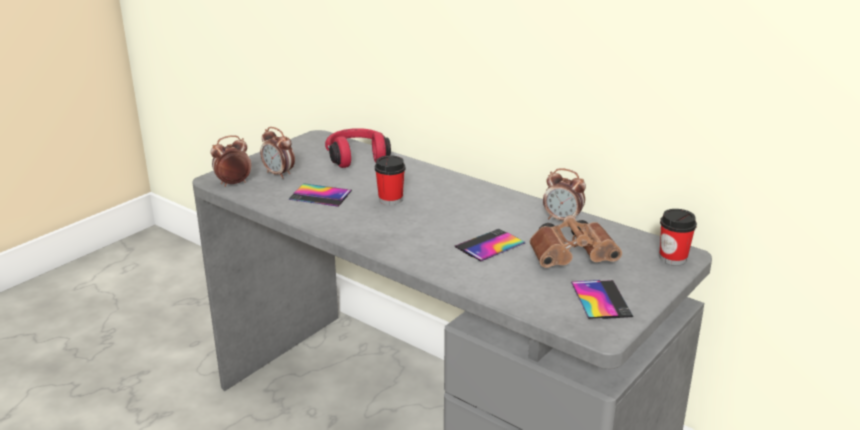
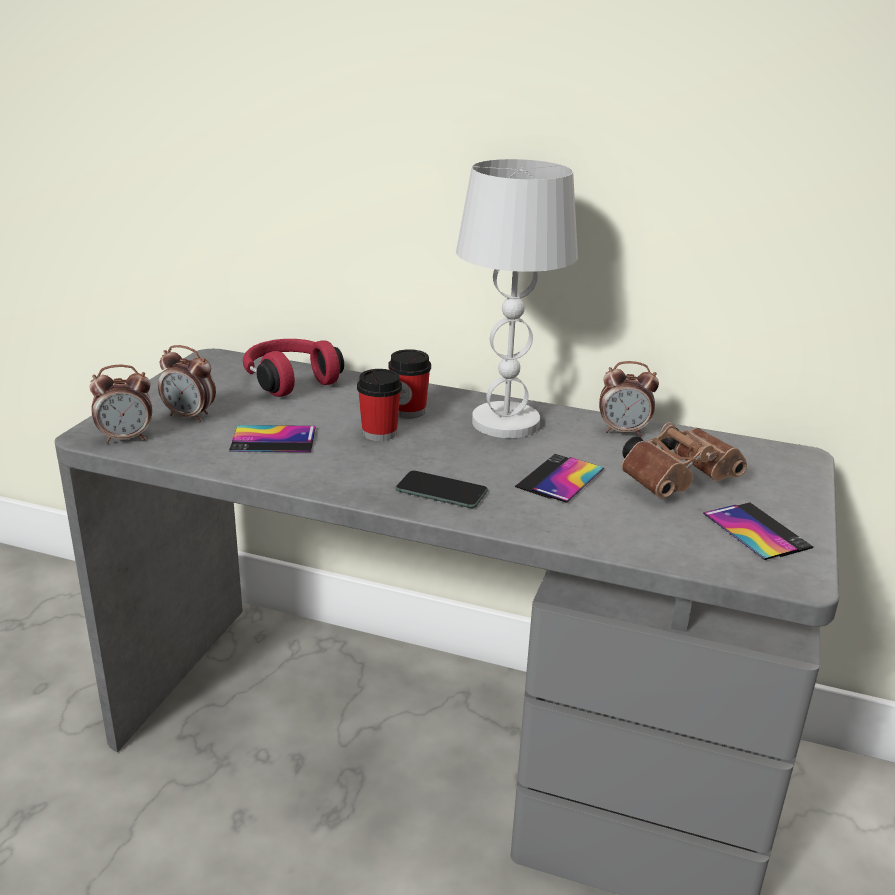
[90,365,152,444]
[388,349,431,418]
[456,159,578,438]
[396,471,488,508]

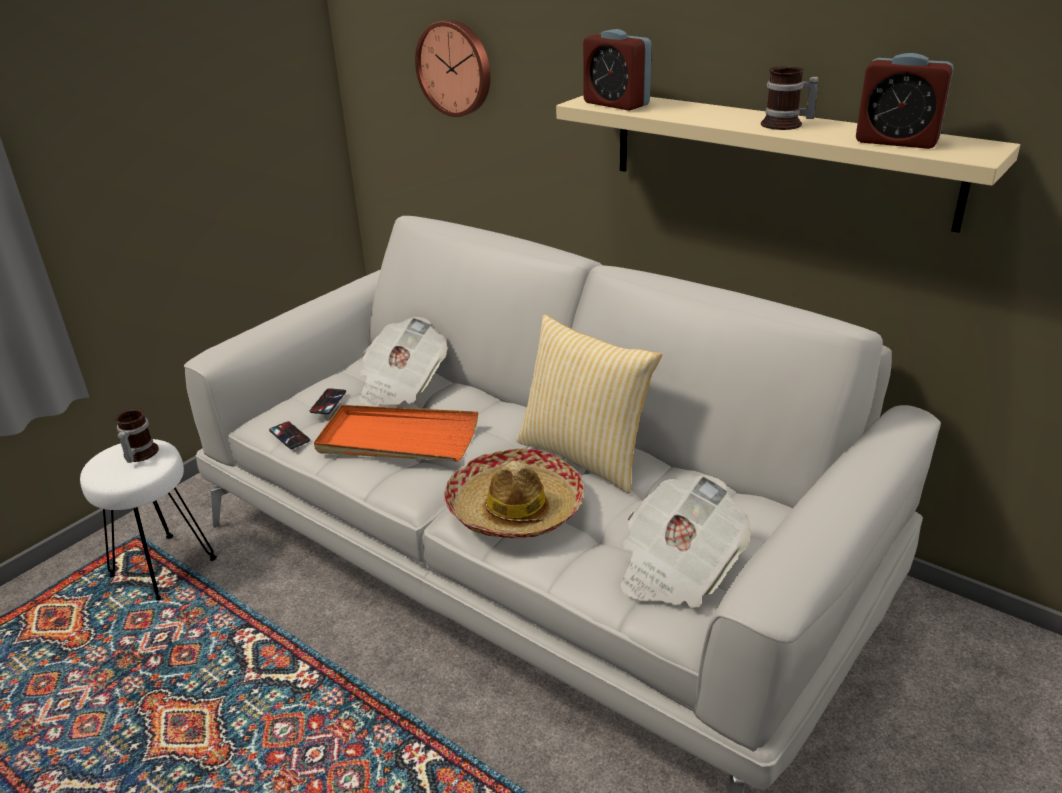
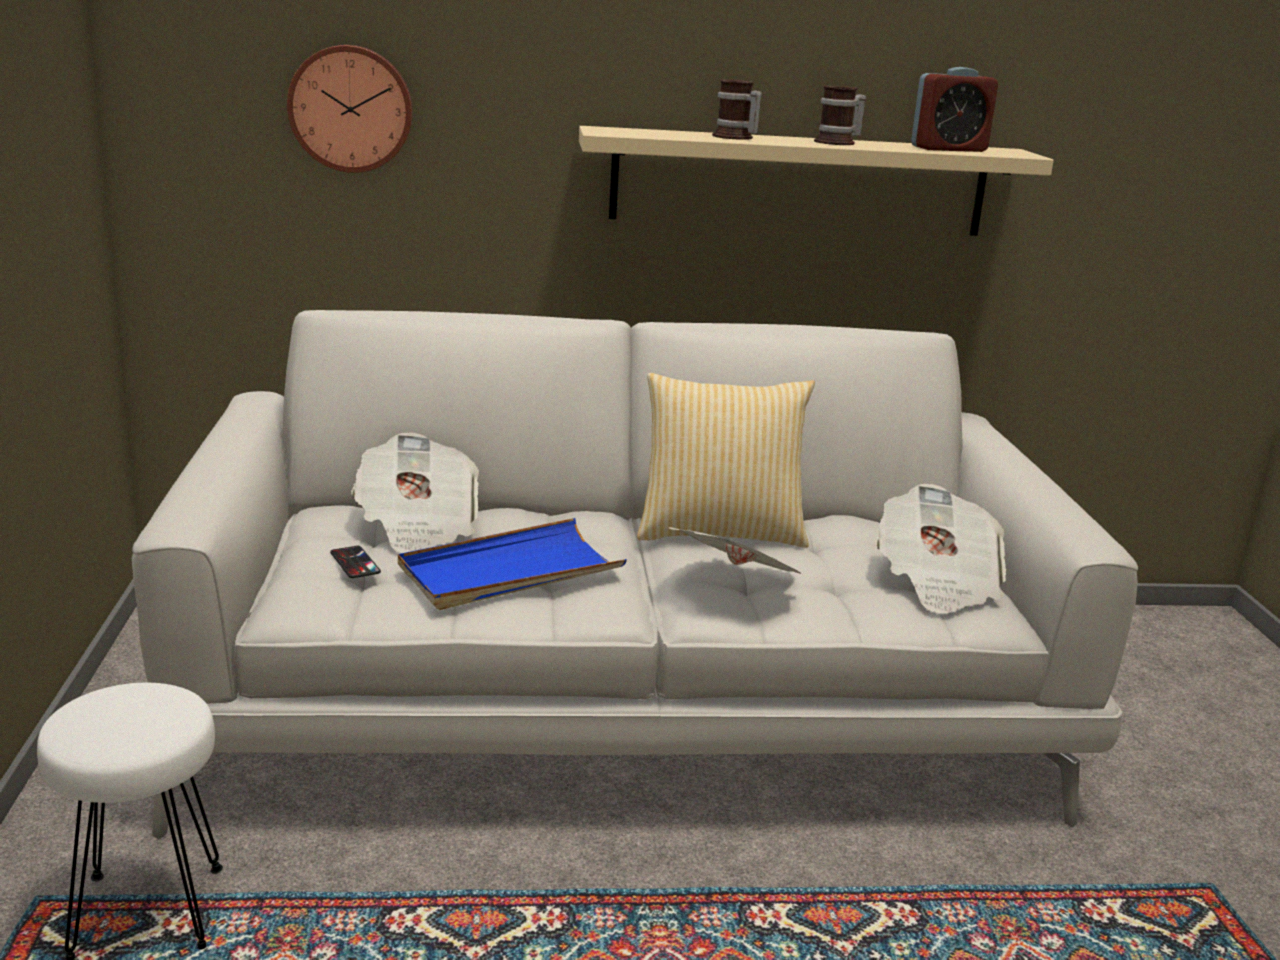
[583,29,652,111] (first image)
[398,518,627,610]
[712,79,762,140]
[269,421,310,449] (first image)
[669,527,802,575]

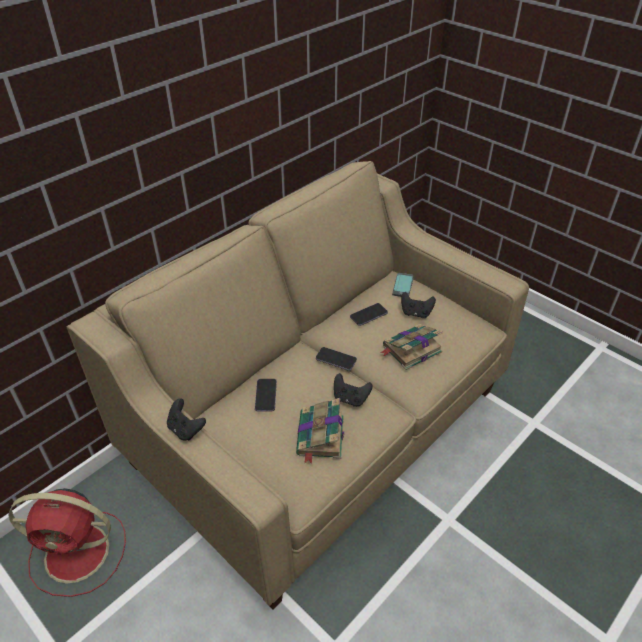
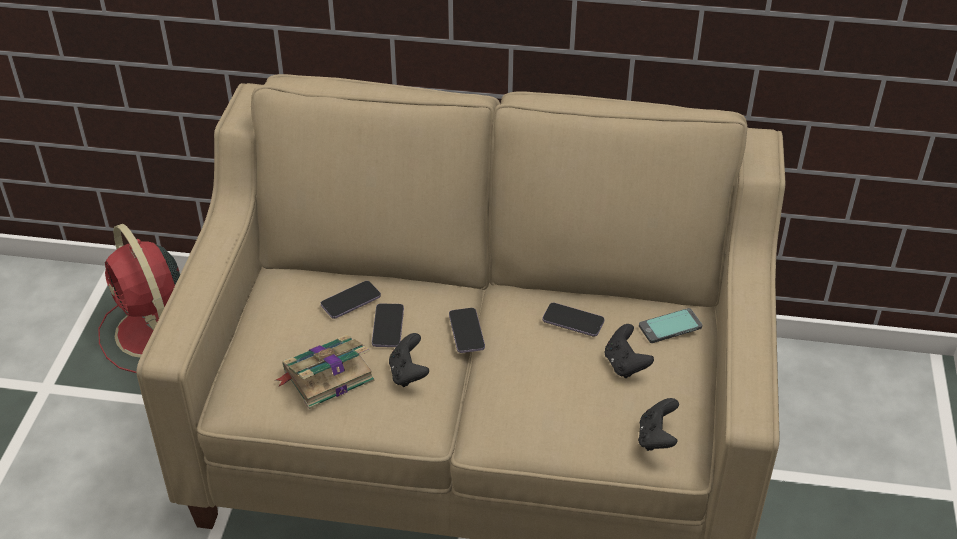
[380,324,443,370] (first image)
[638,398,679,451]
[372,304,404,347]

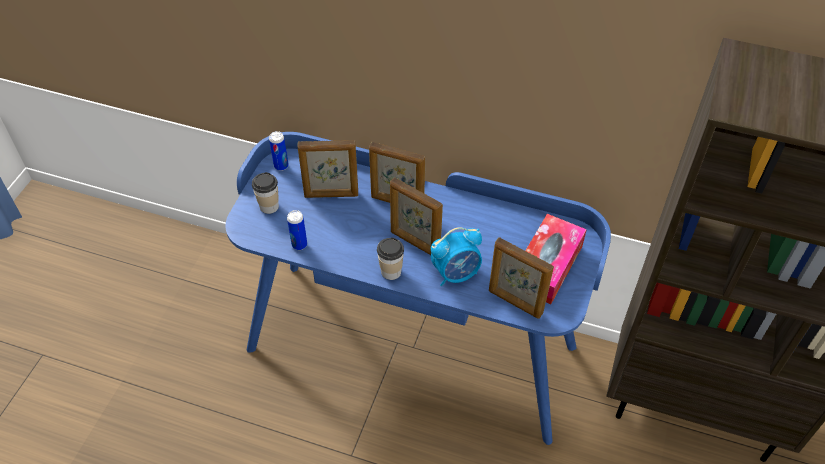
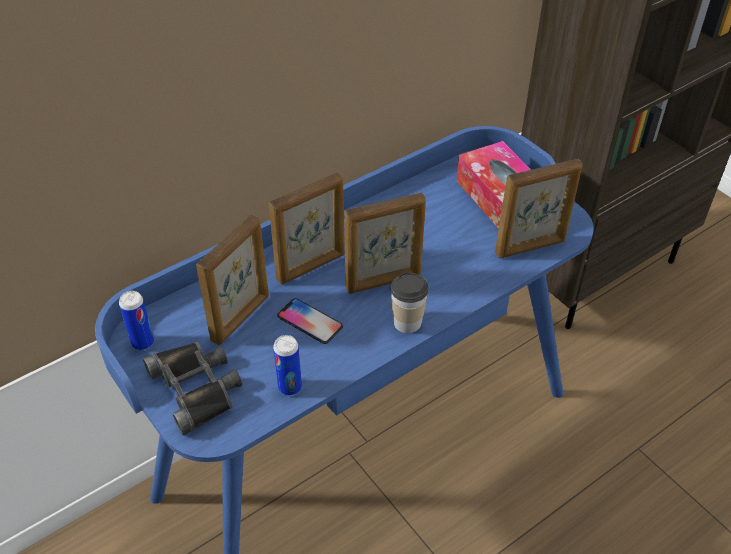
[143,342,242,435]
[431,227,482,286] (first image)
[277,298,343,344]

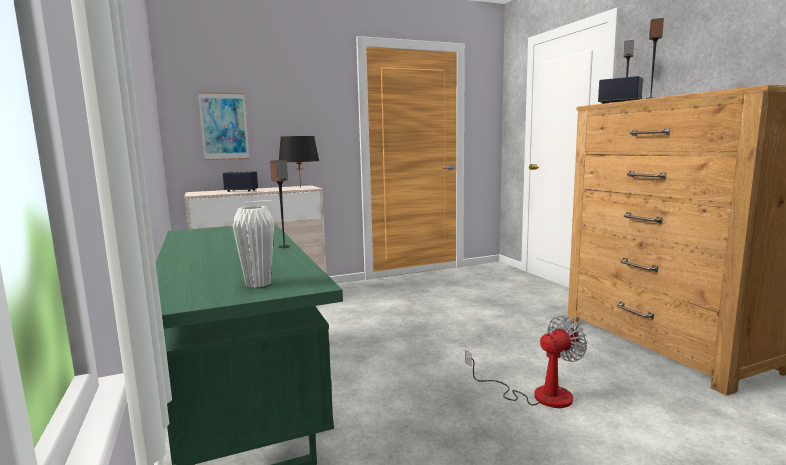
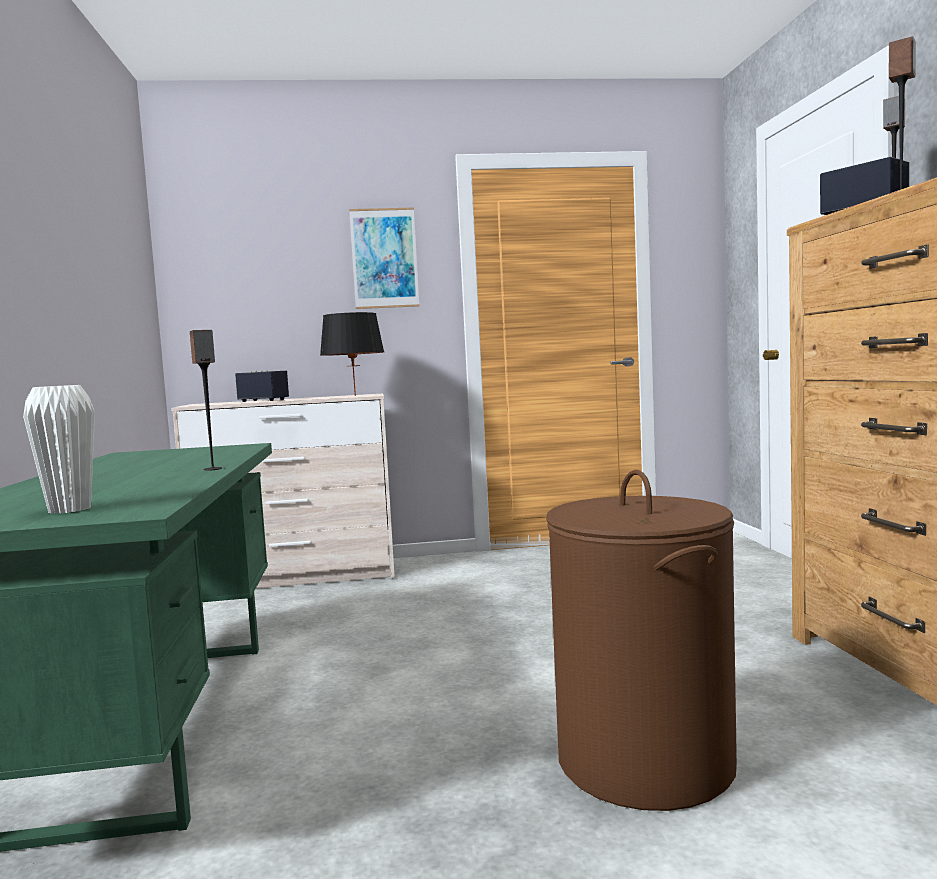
[349,207,420,309]
[546,470,737,811]

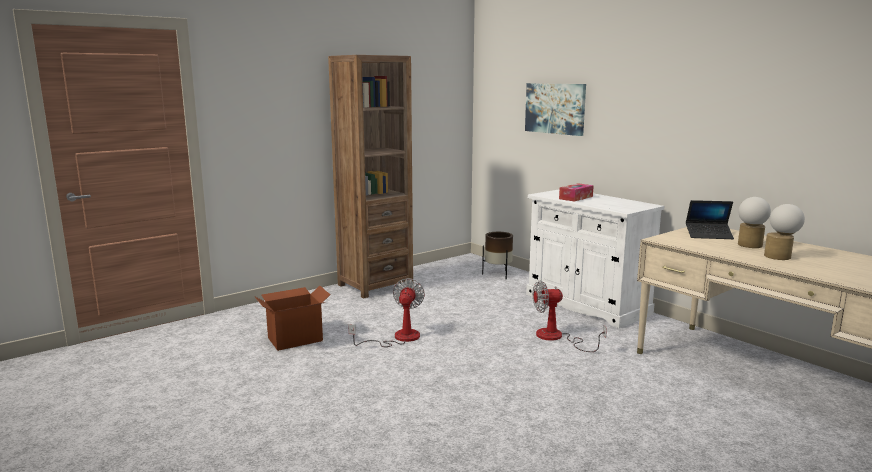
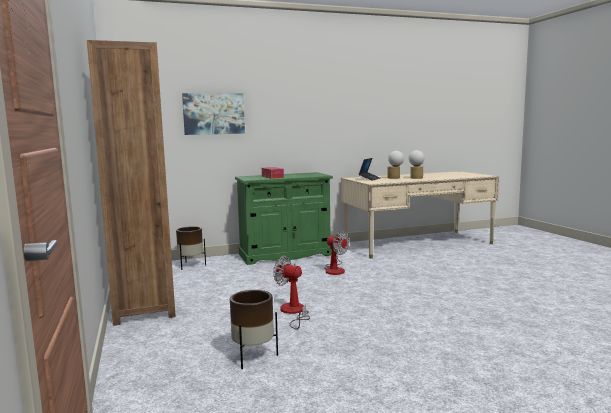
[235,172,333,265]
[324,231,350,275]
[230,290,278,369]

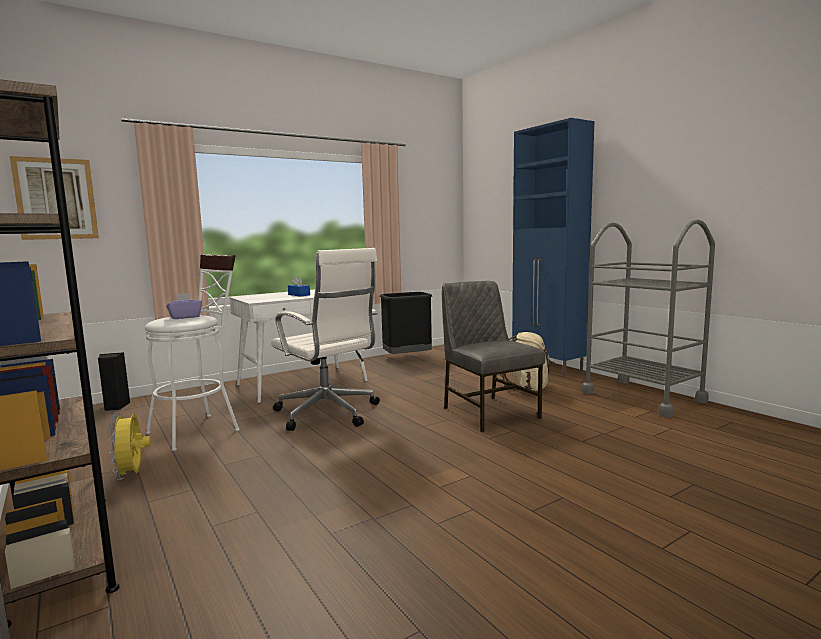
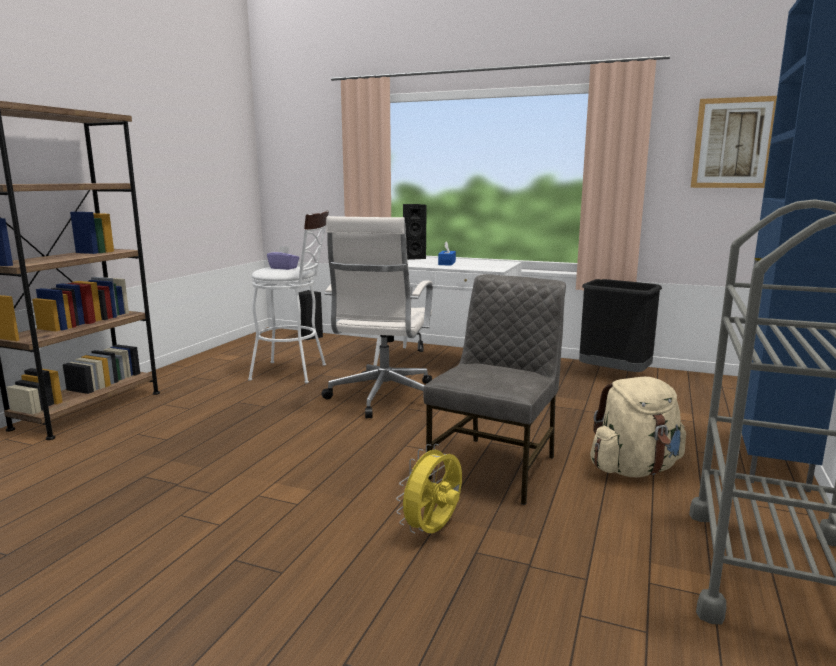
[691,96,777,188]
[396,444,462,533]
[403,204,427,260]

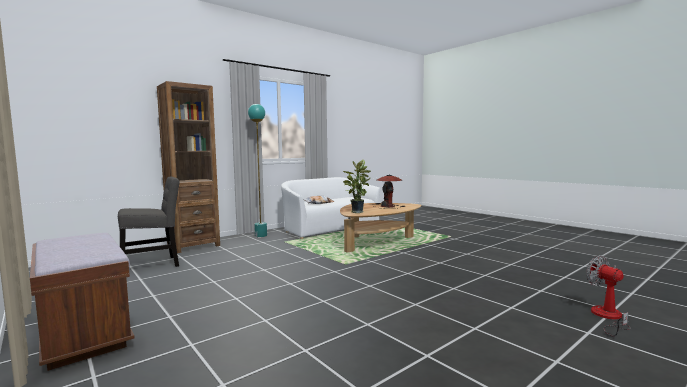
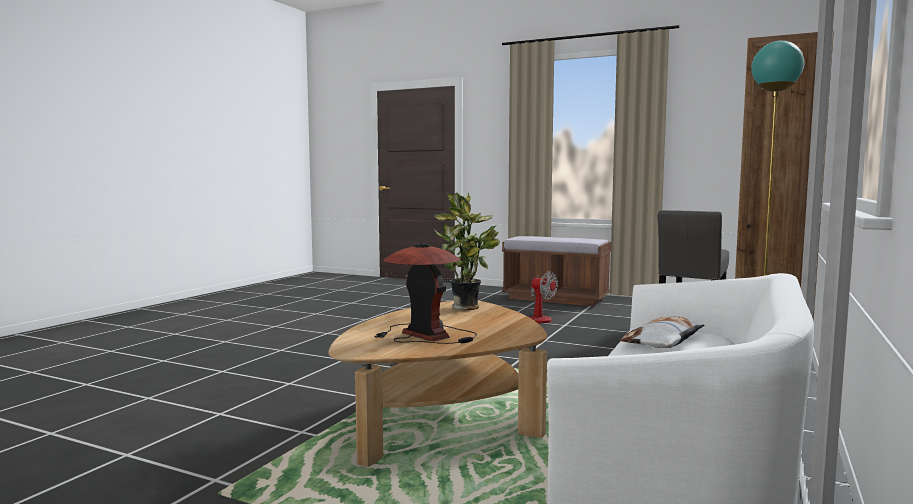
[525,271,558,323]

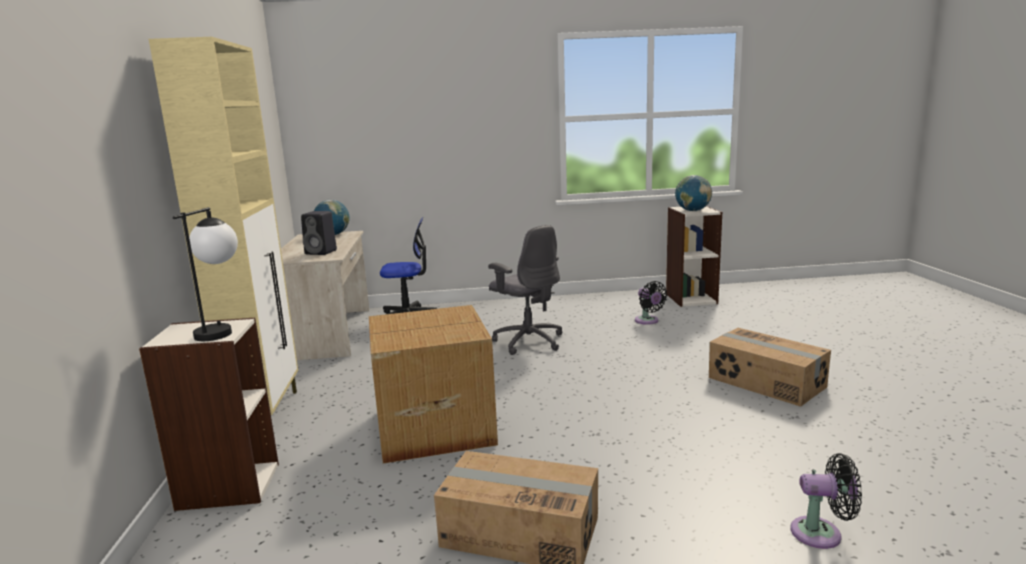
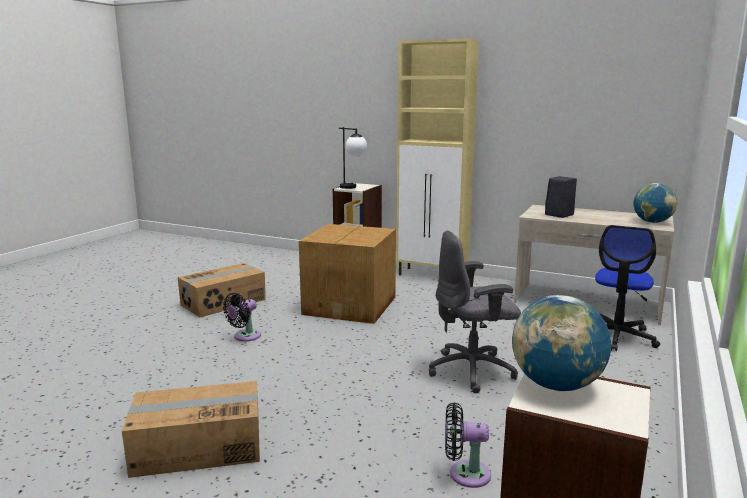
[223,293,261,342]

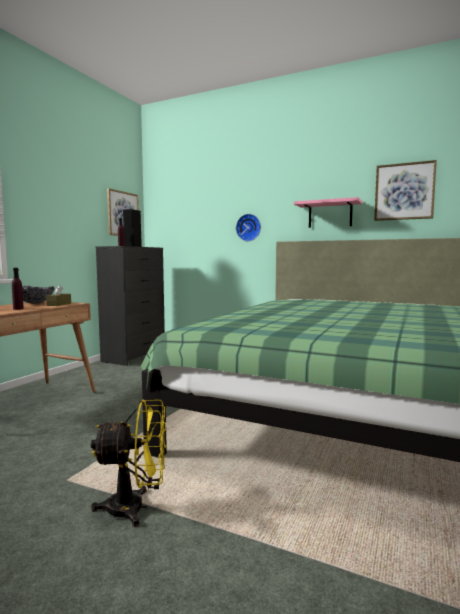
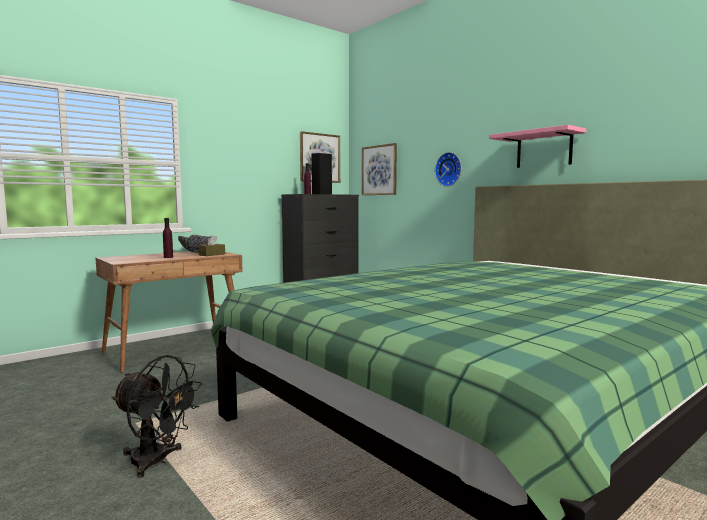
[362,143,397,195]
[111,355,202,478]

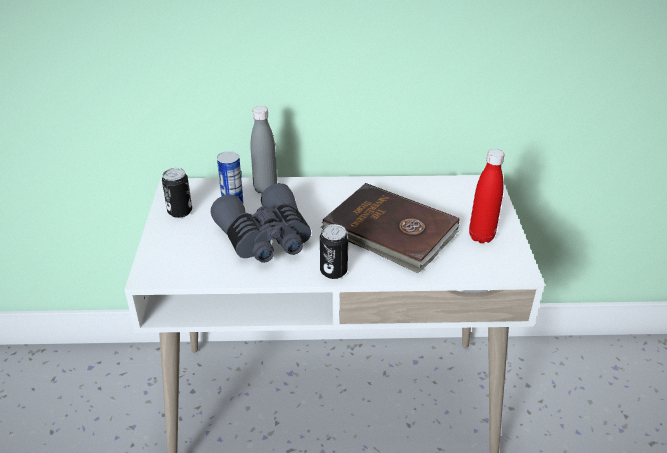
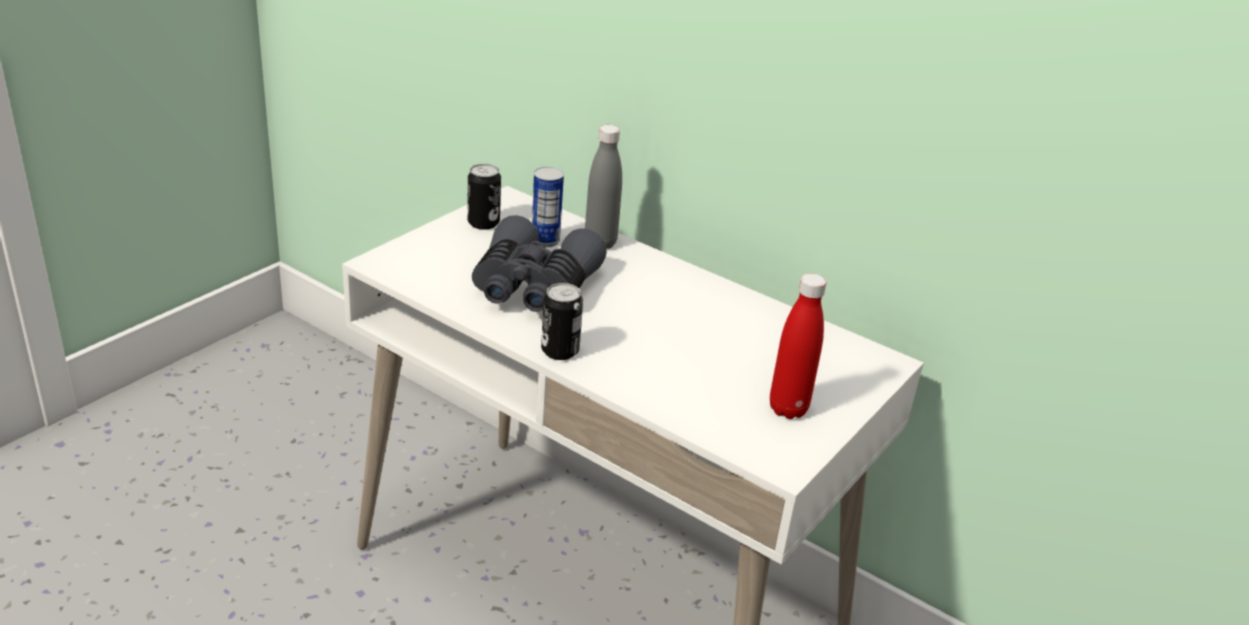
[321,183,460,273] (first image)

